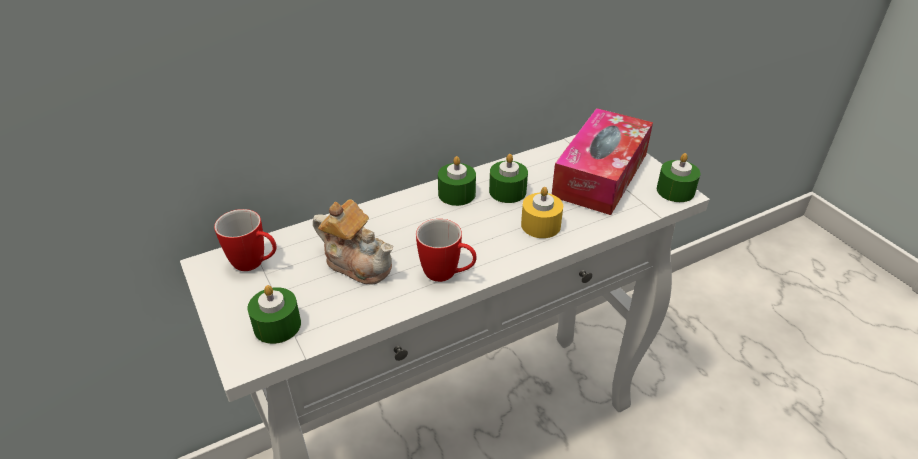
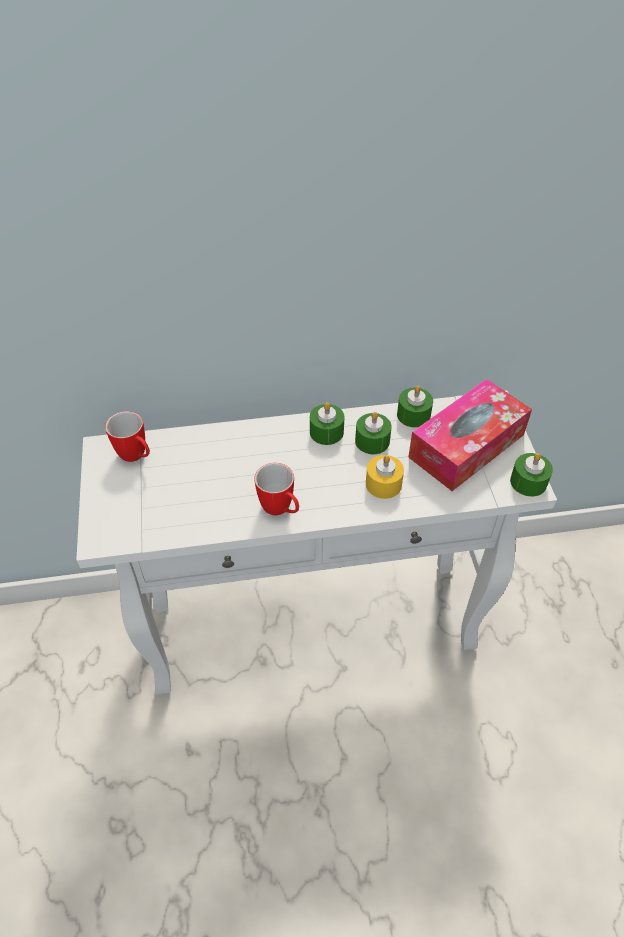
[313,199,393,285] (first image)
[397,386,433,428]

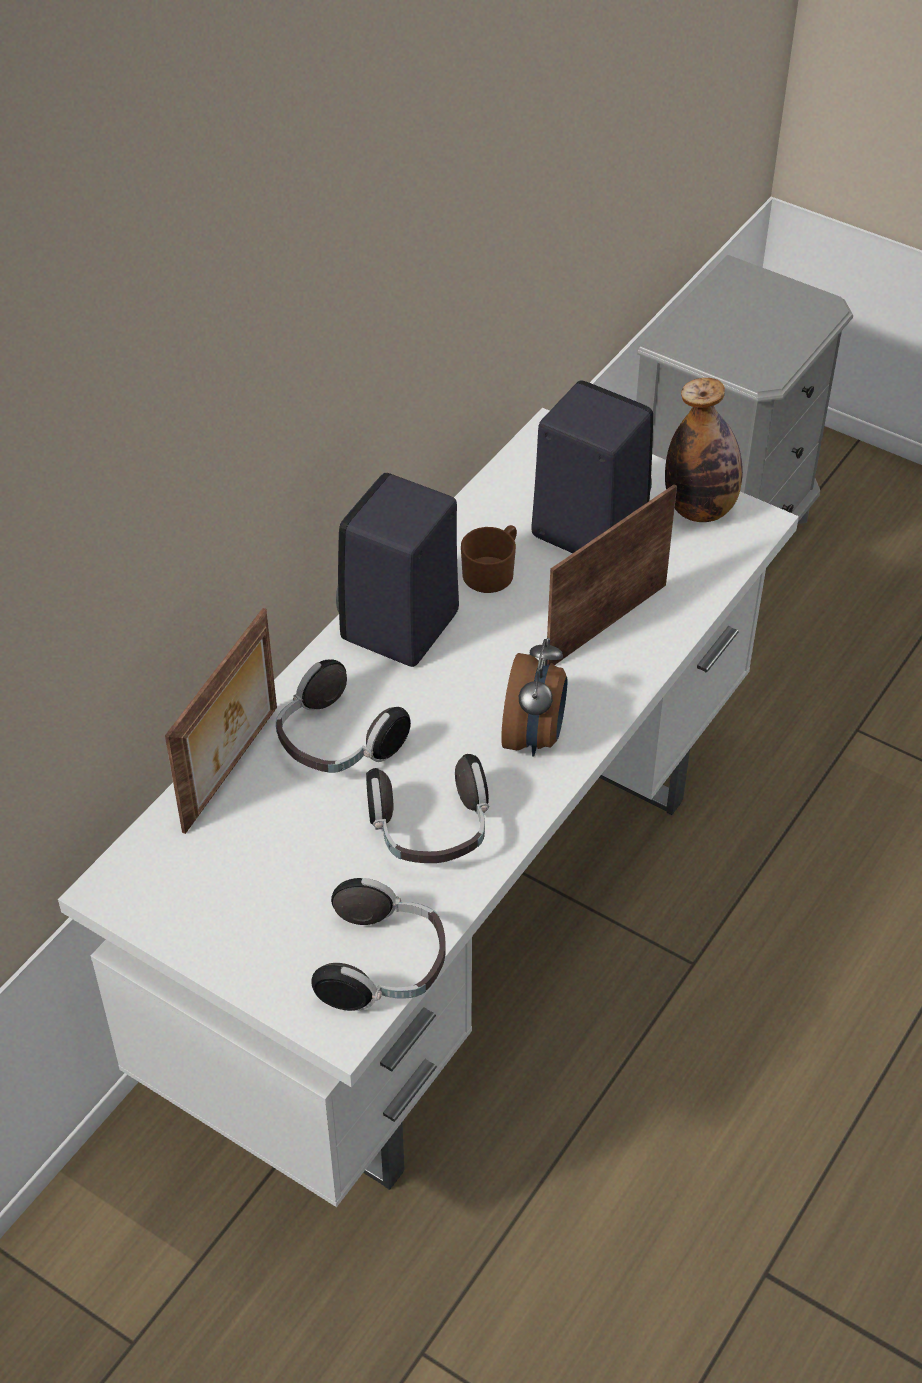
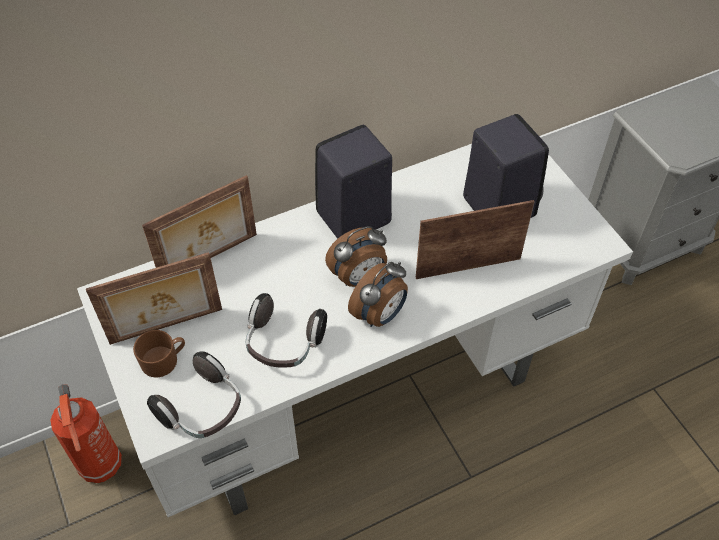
[665,378,743,522] (first image)
[133,330,185,377]
[276,659,411,773] (first image)
[325,226,387,287]
[86,252,222,345]
[50,384,122,483]

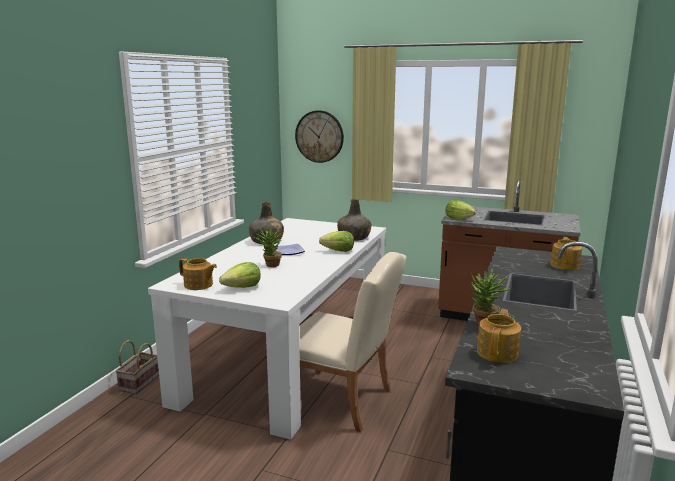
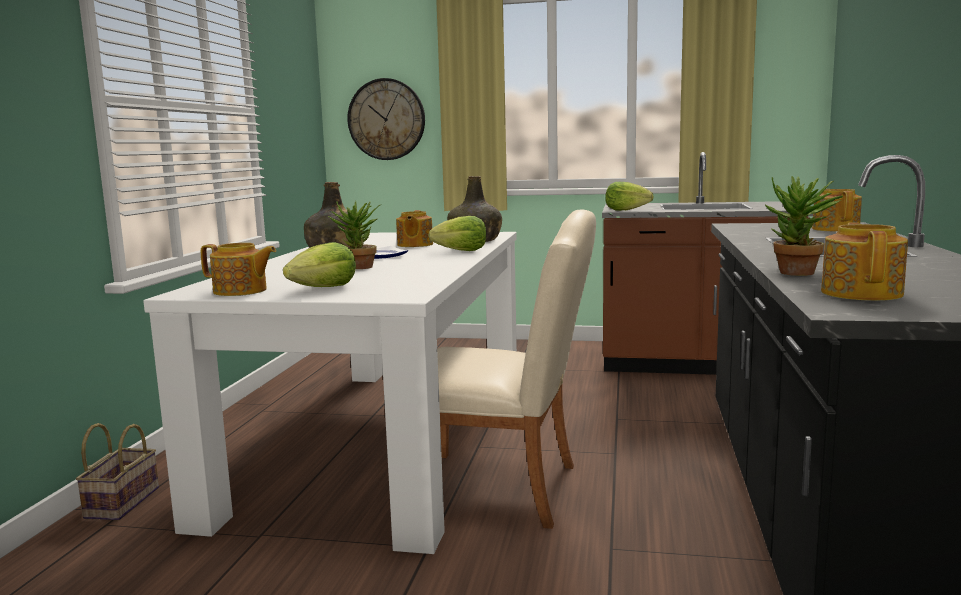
[396,210,433,247]

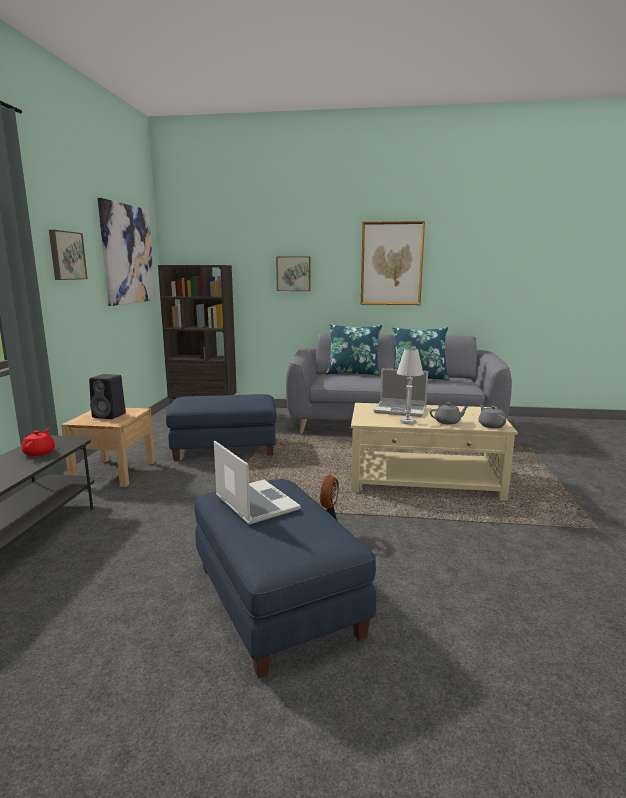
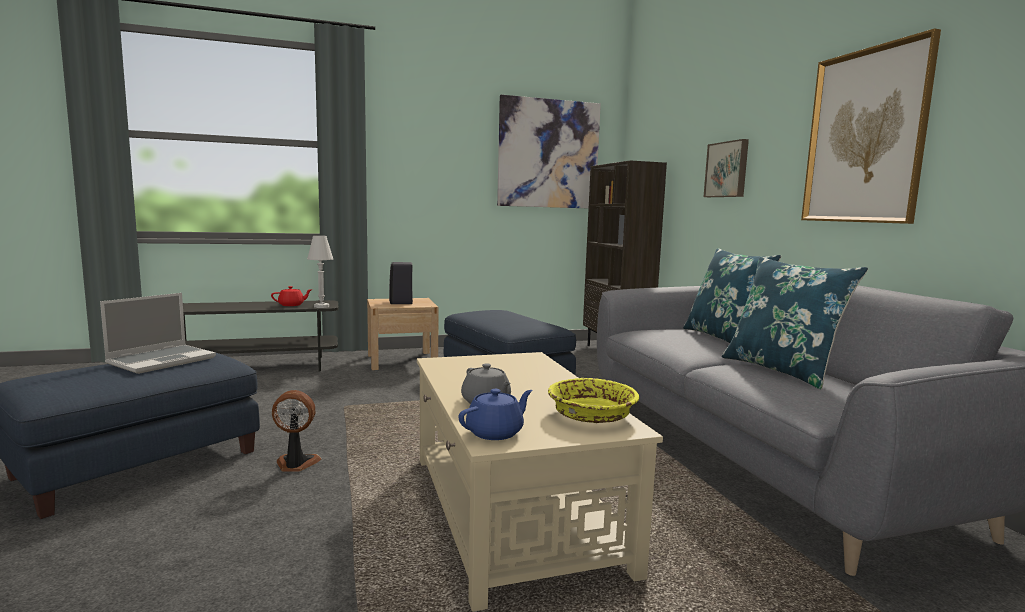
[49,230,88,280] (first image)
[307,235,333,308]
[373,368,428,417] (first image)
[458,389,533,440]
[548,378,639,423]

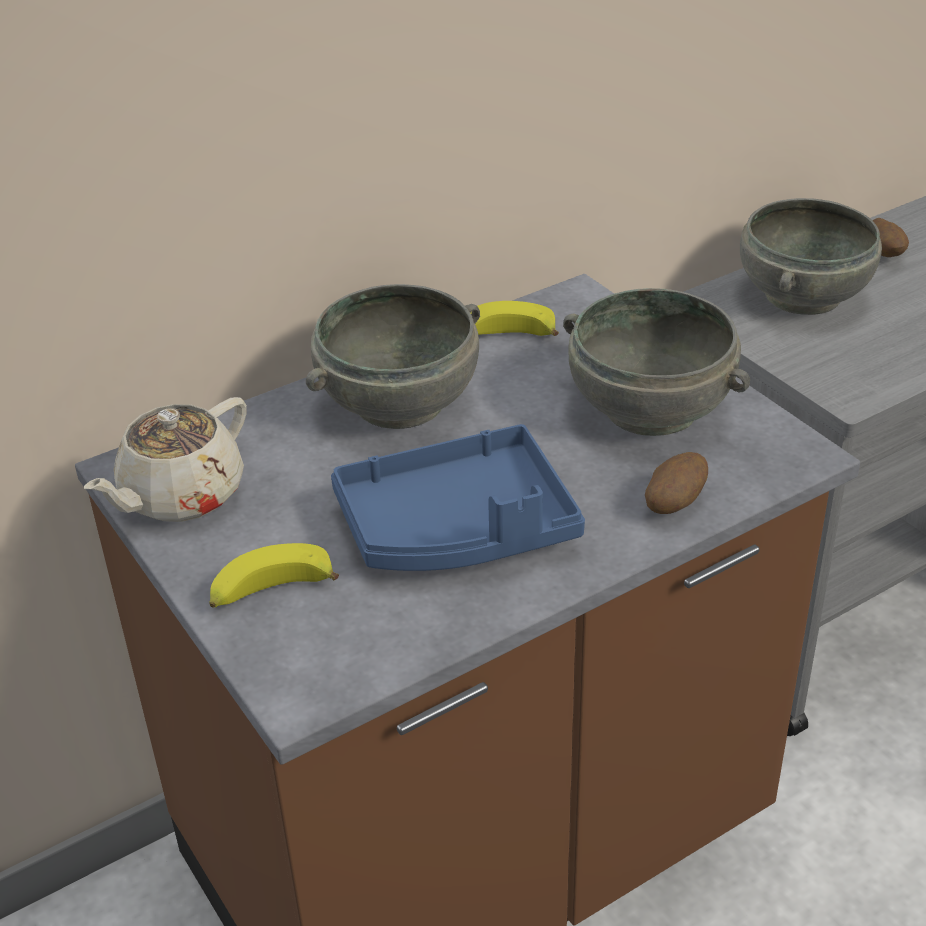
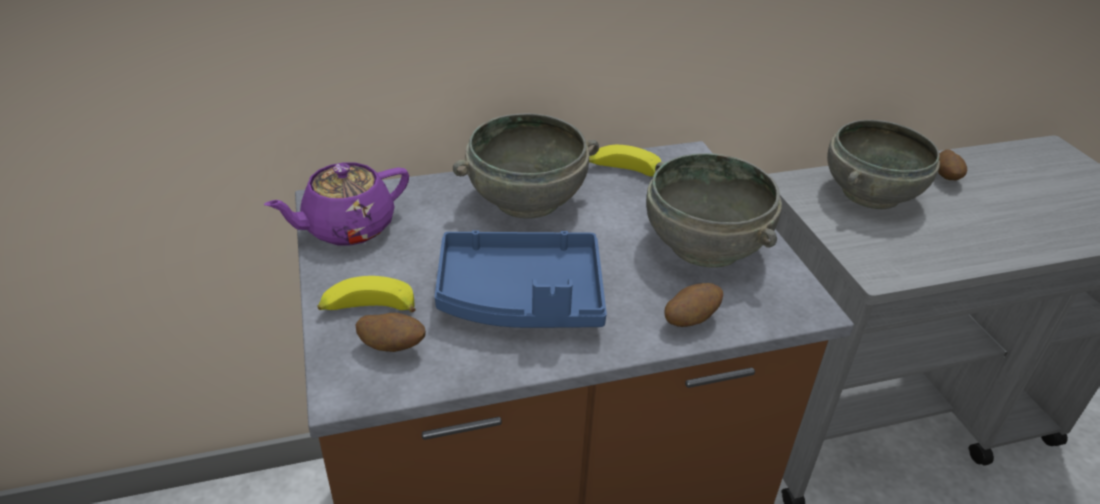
[264,162,409,246]
[355,313,426,352]

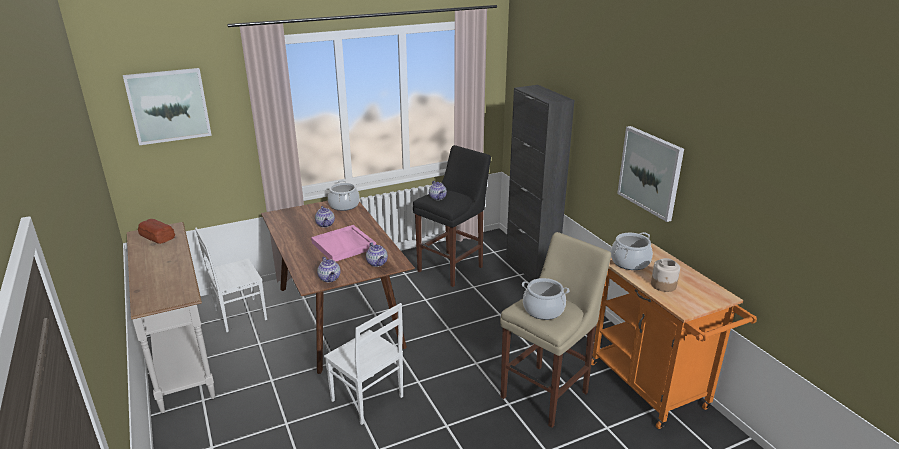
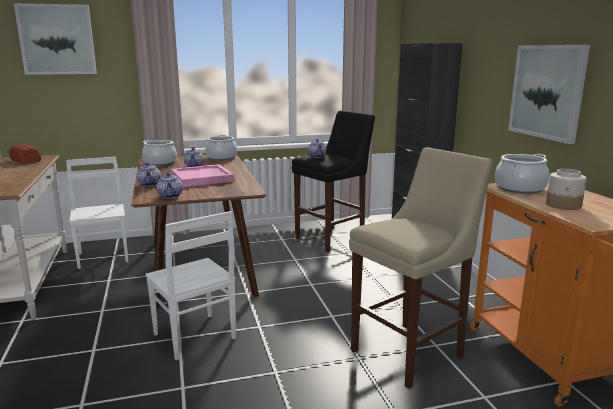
[66,157,129,269]
[137,162,161,186]
[142,140,177,166]

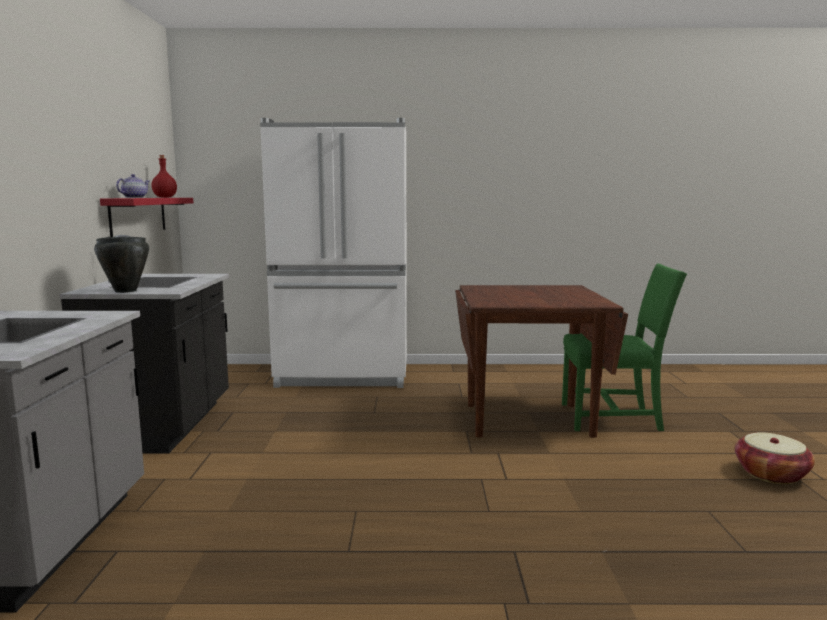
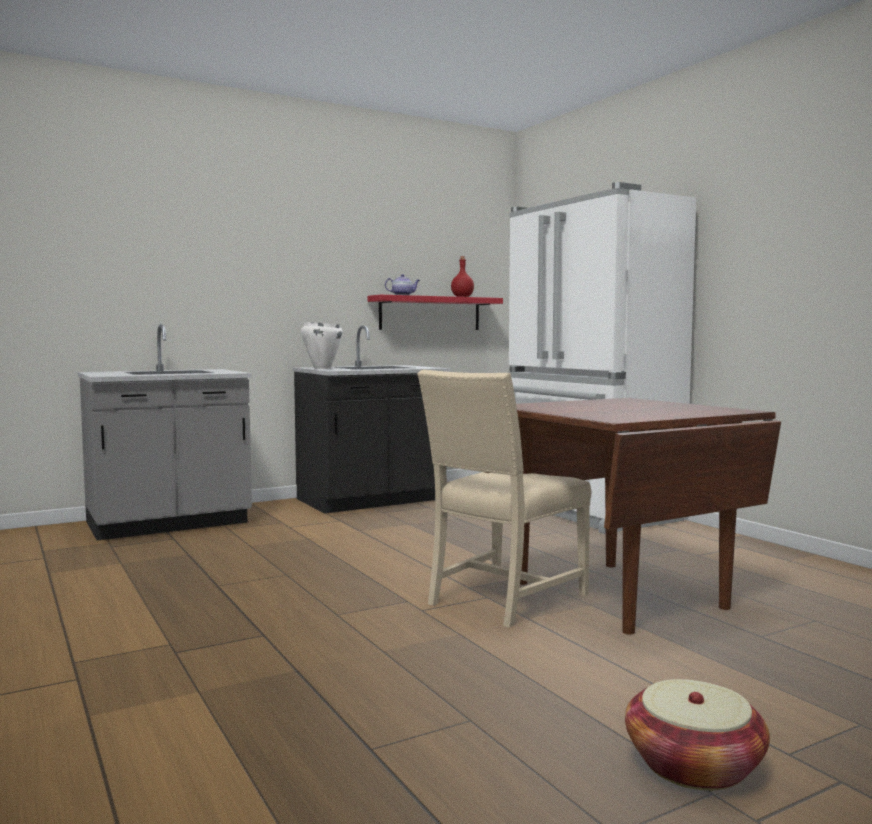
[301,322,343,369]
[562,264,687,431] (first image)
[417,370,591,628]

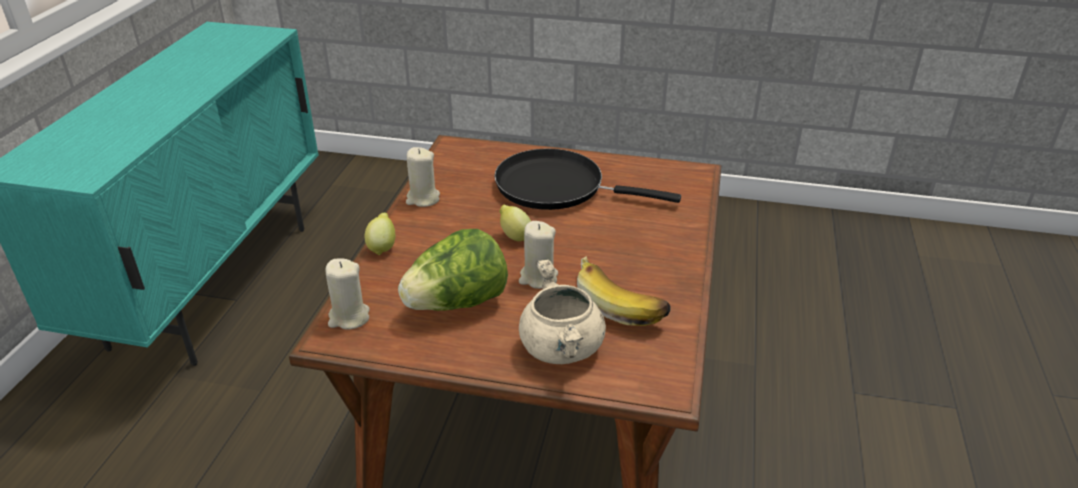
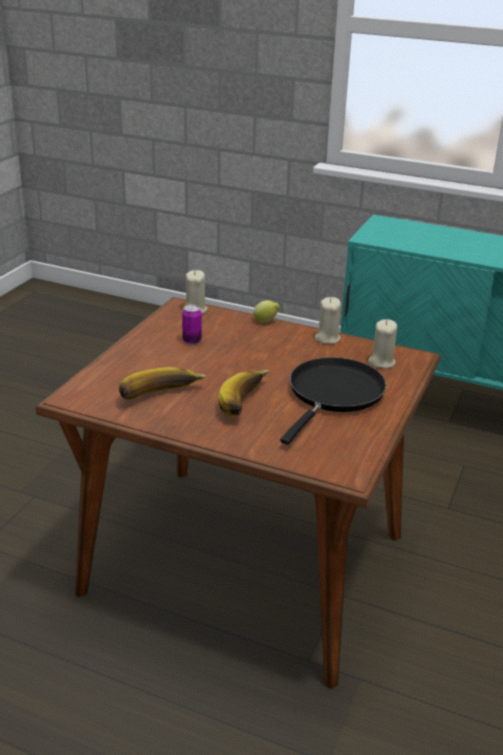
[499,205,531,241] (first image)
[368,319,397,369]
[182,305,202,344]
[519,260,606,364] (first image)
[218,370,270,417]

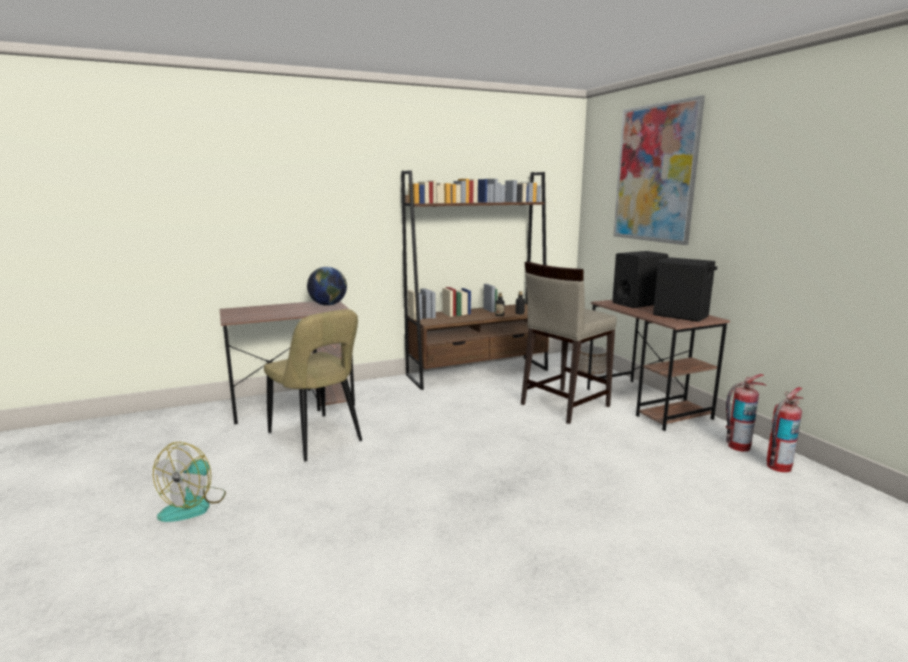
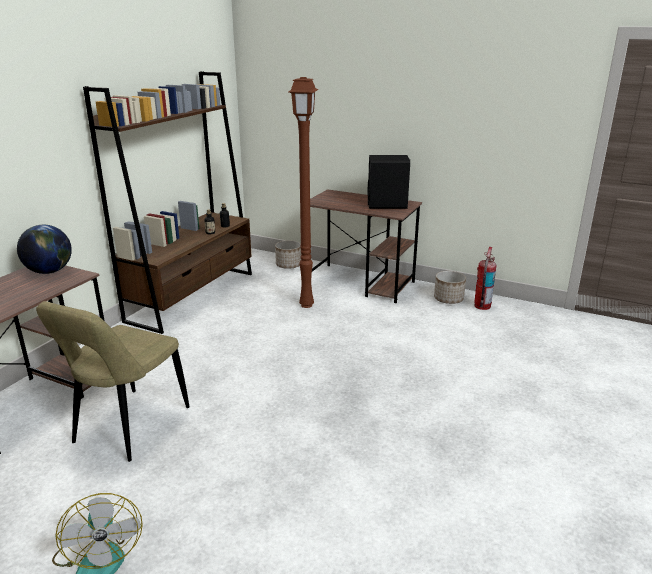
[614,95,705,245] (first image)
[612,251,669,308] (first image)
[289,77,318,308]
[36,301,190,462]
[434,271,466,304]

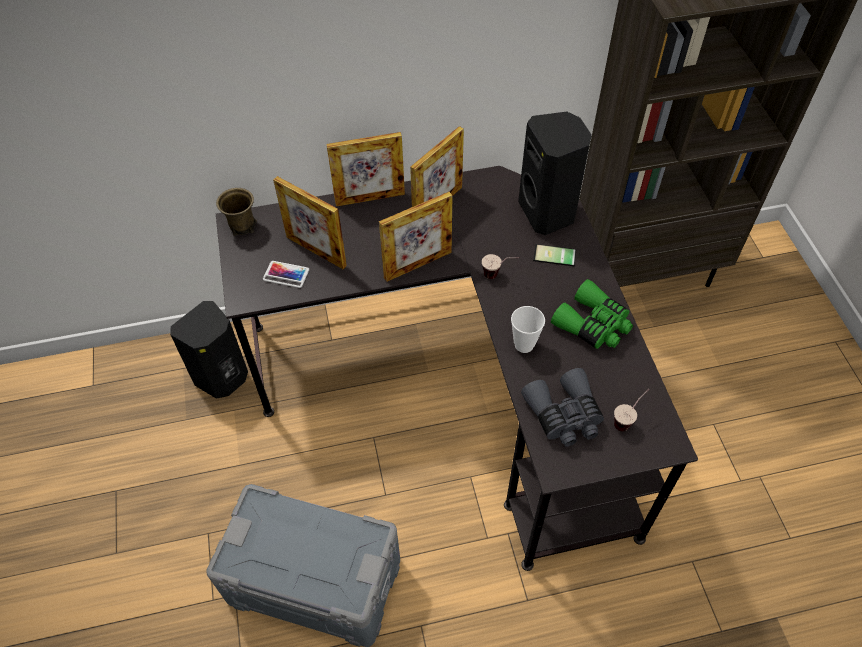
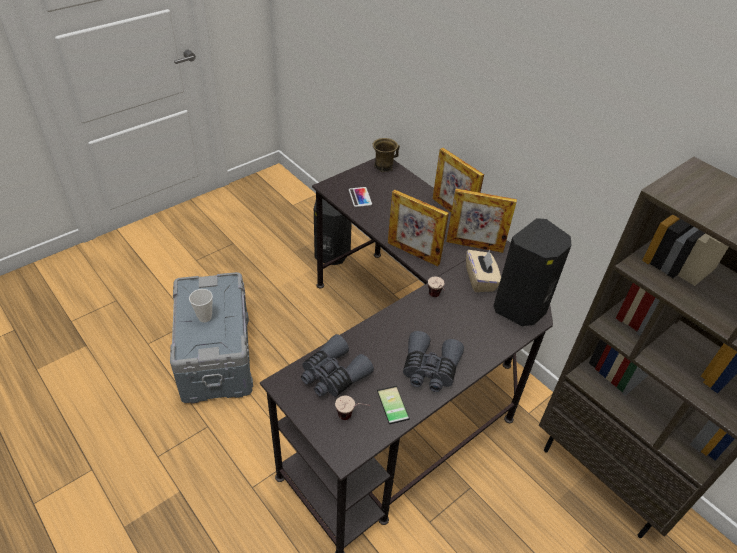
[273,176,347,269] (first image)
[377,386,410,424]
[403,331,464,392]
[189,289,213,322]
[466,250,501,292]

